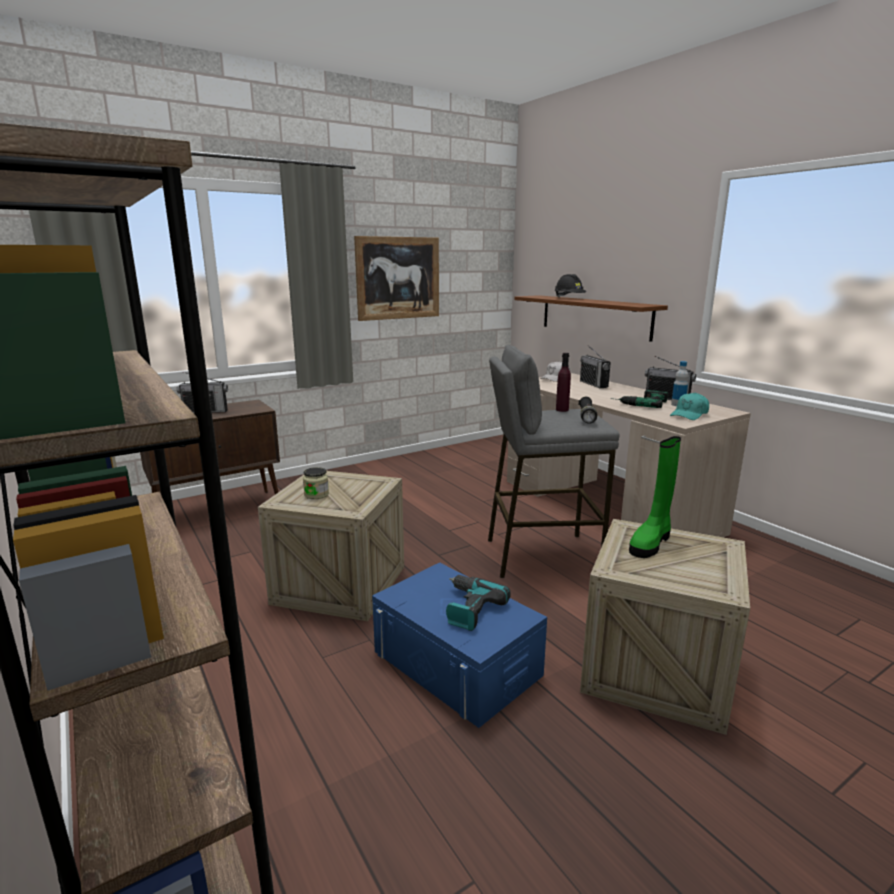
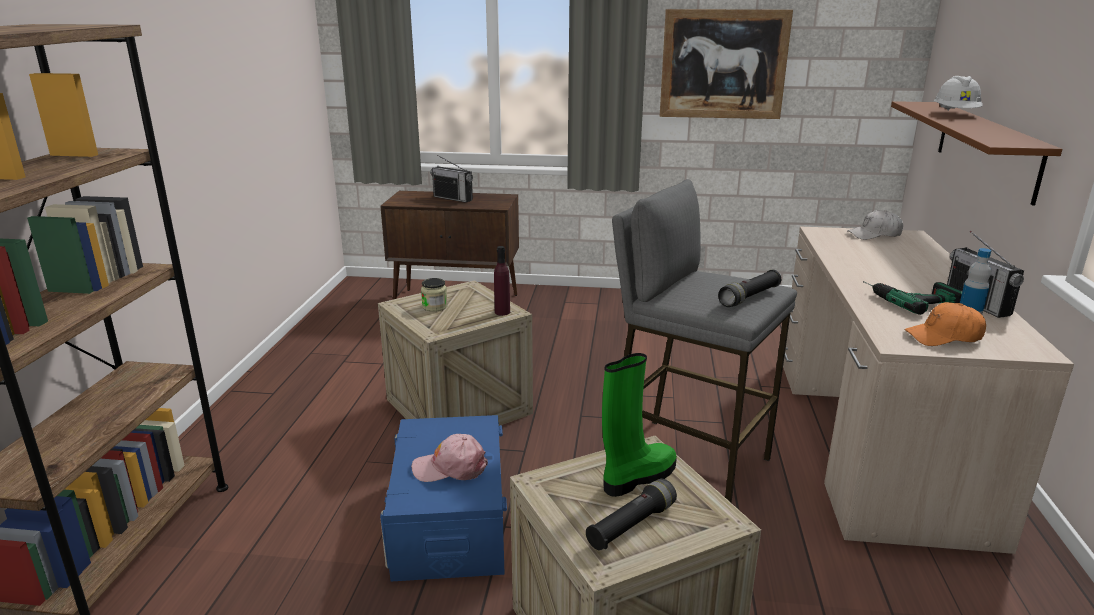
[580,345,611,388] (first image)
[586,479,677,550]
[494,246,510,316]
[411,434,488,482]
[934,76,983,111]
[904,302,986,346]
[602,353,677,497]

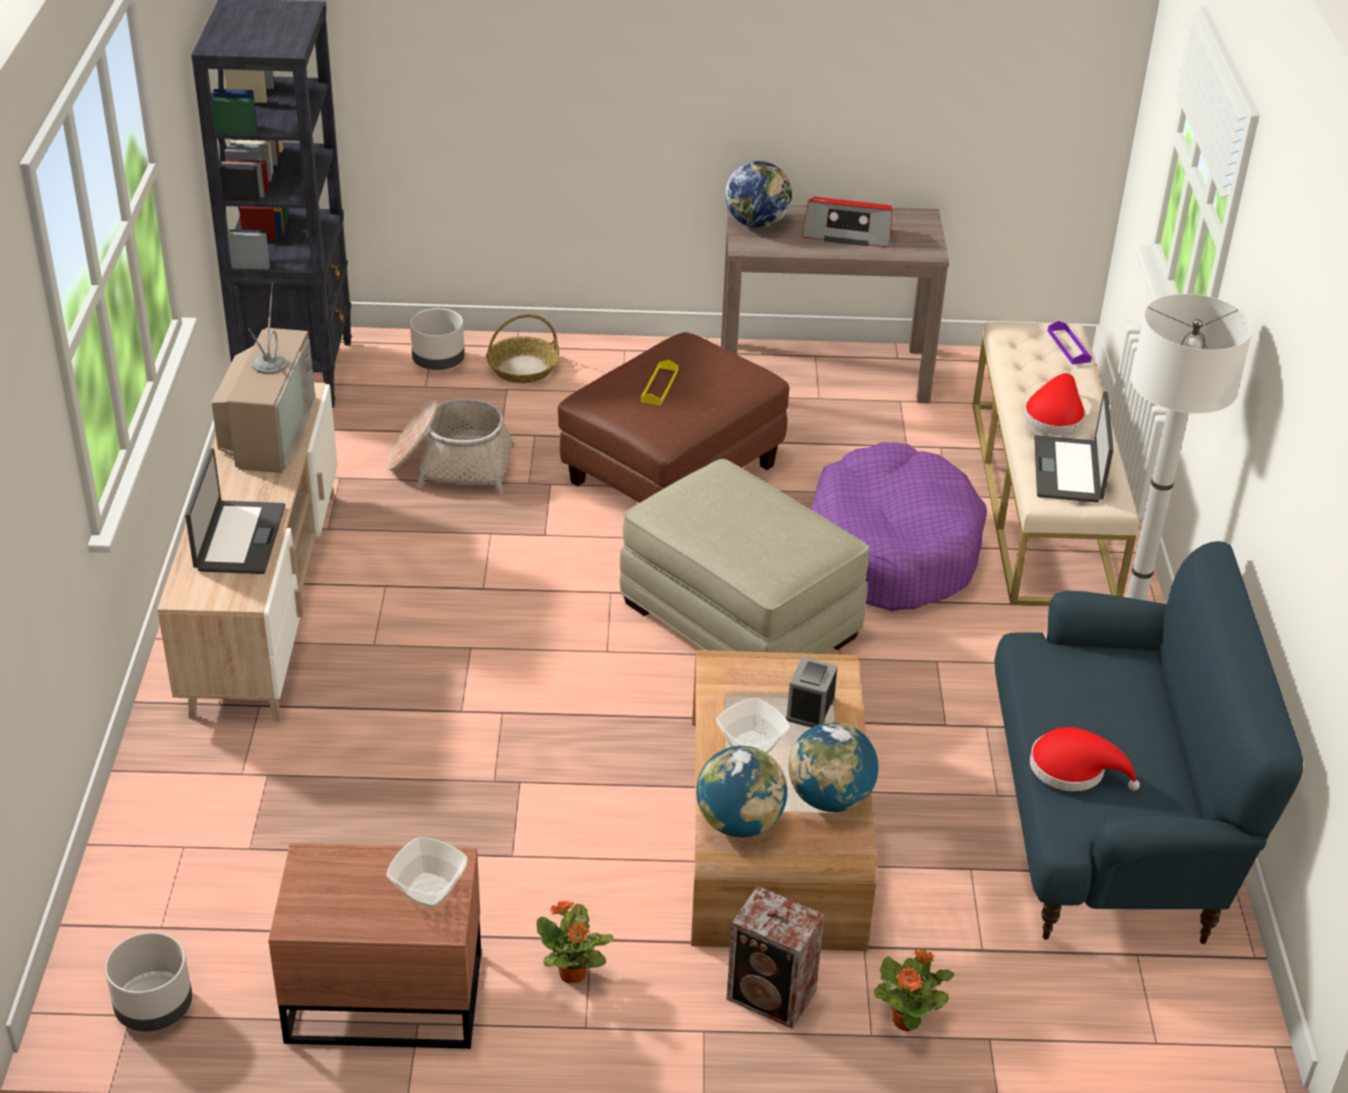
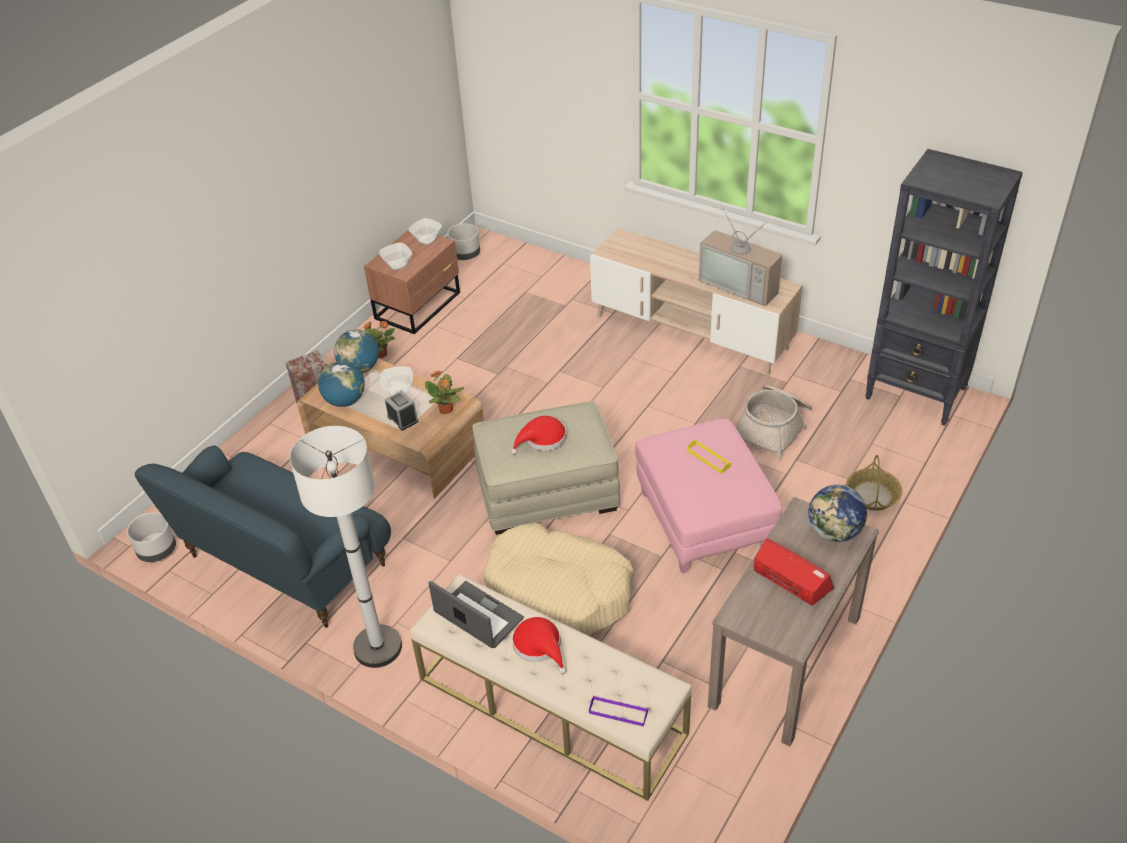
[185,448,285,574] (first image)
[409,218,442,245]
[127,512,176,562]
[425,371,464,414]
[511,416,566,454]
[636,419,783,573]
[483,523,634,636]
[754,538,834,606]

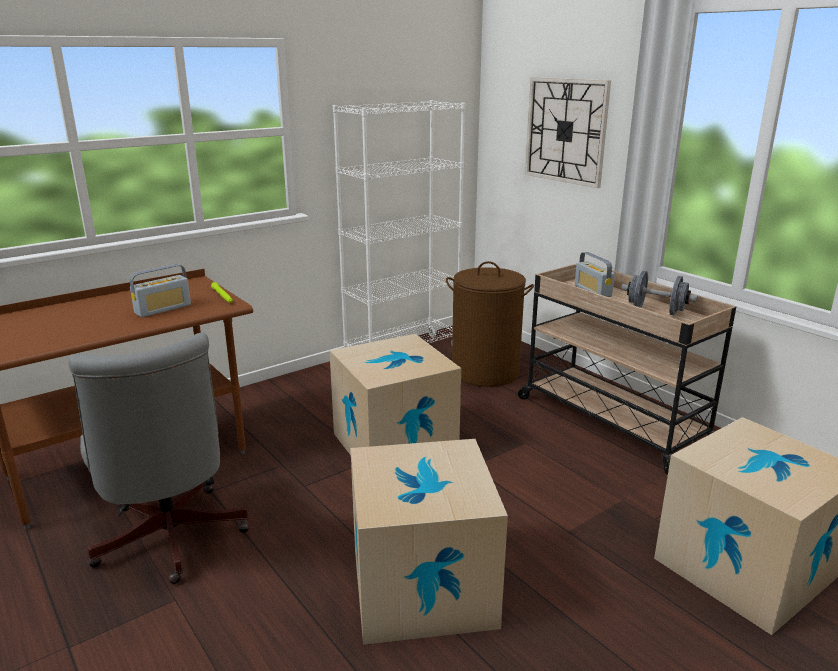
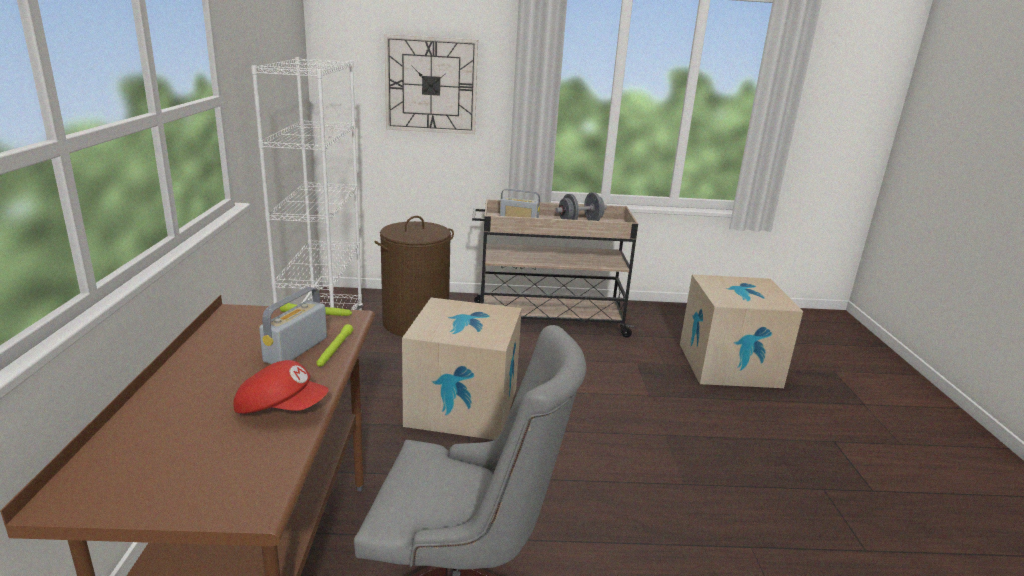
[351,439,508,645] (first image)
[233,360,329,414]
[317,324,353,367]
[259,287,327,364]

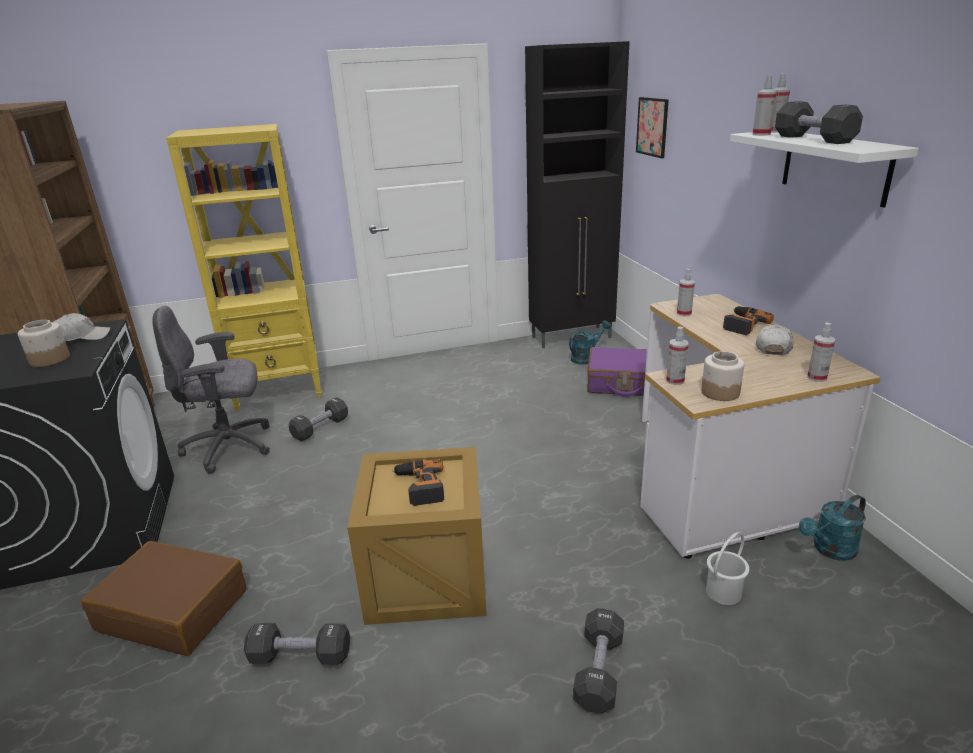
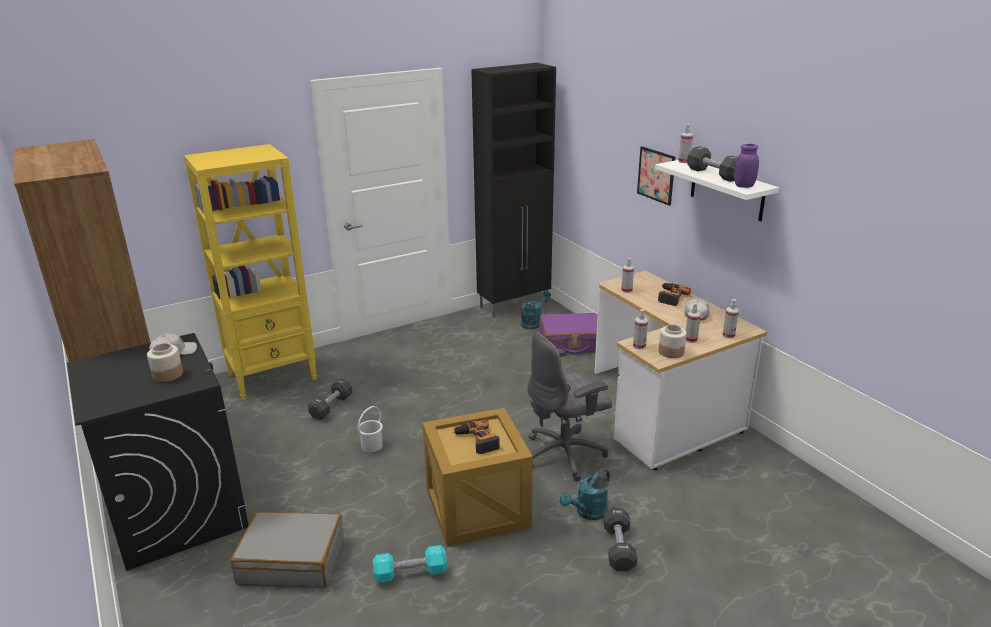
[734,144,759,188]
[527,333,612,481]
[637,146,675,206]
[358,406,383,452]
[686,303,701,343]
[559,468,610,520]
[231,512,344,588]
[373,545,447,583]

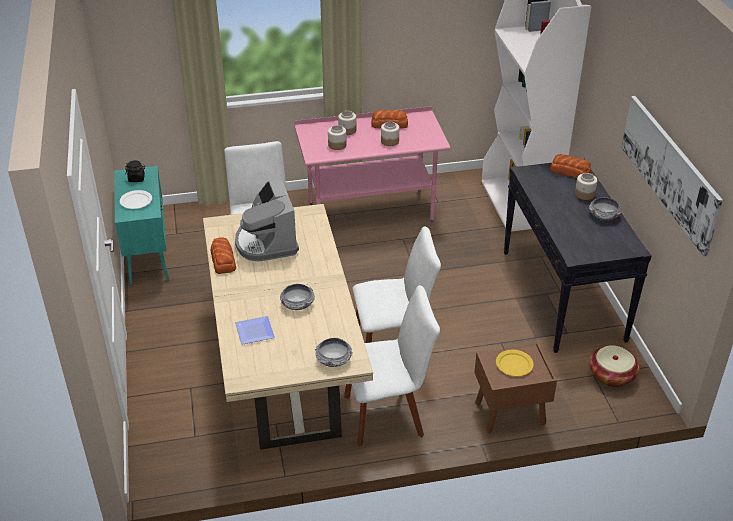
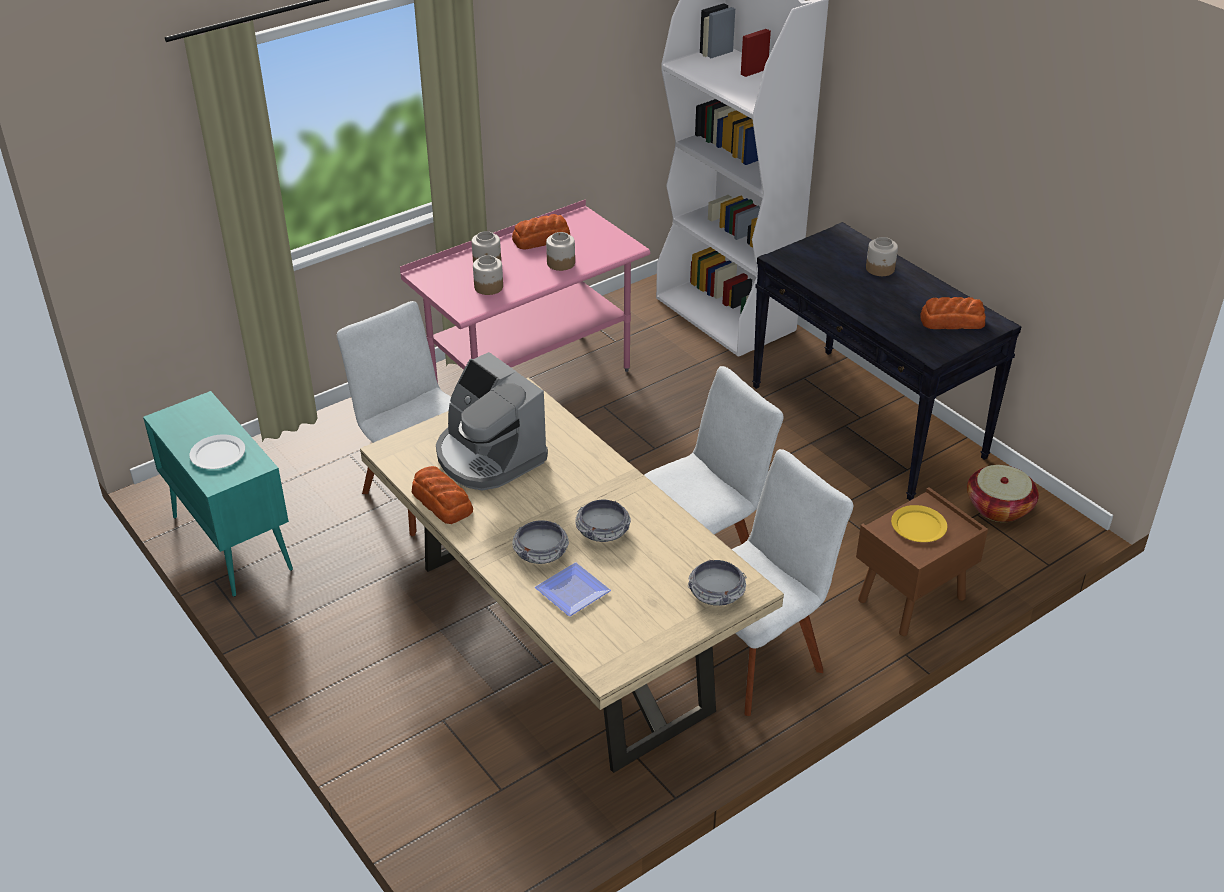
[125,160,145,182] (first image)
[621,96,723,256] (first image)
[920,297,986,329]
[512,520,569,564]

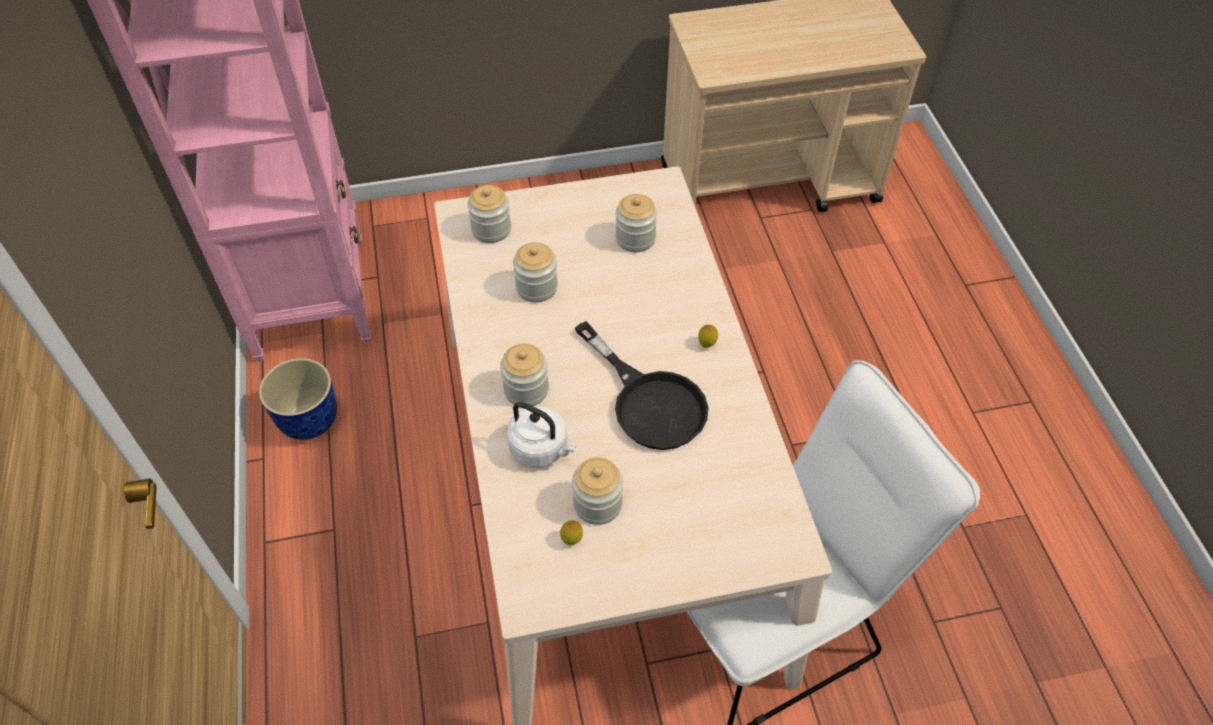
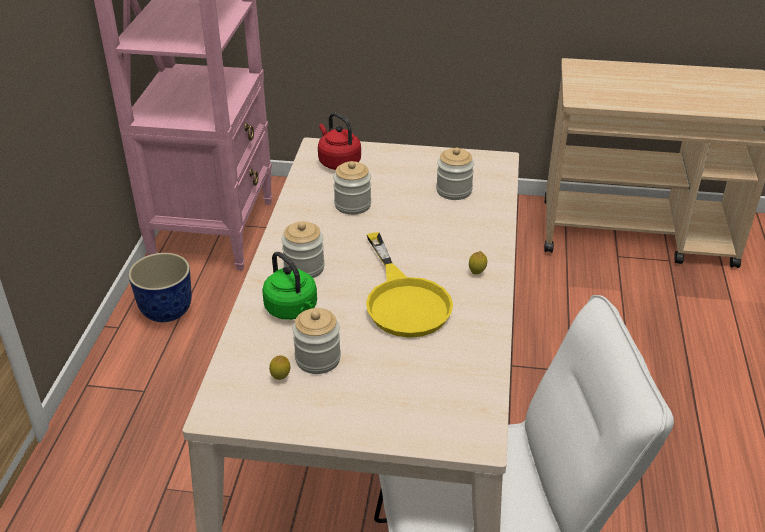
[318,113,361,170]
[262,252,317,320]
[366,232,453,338]

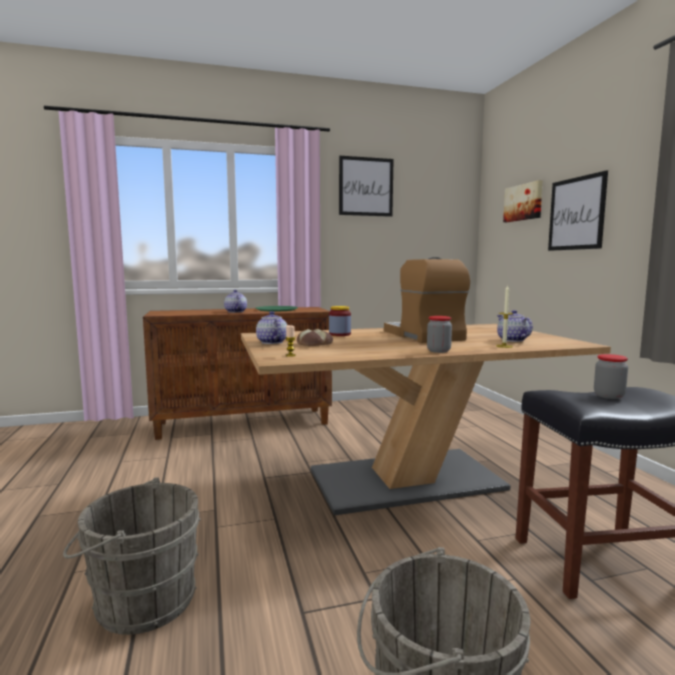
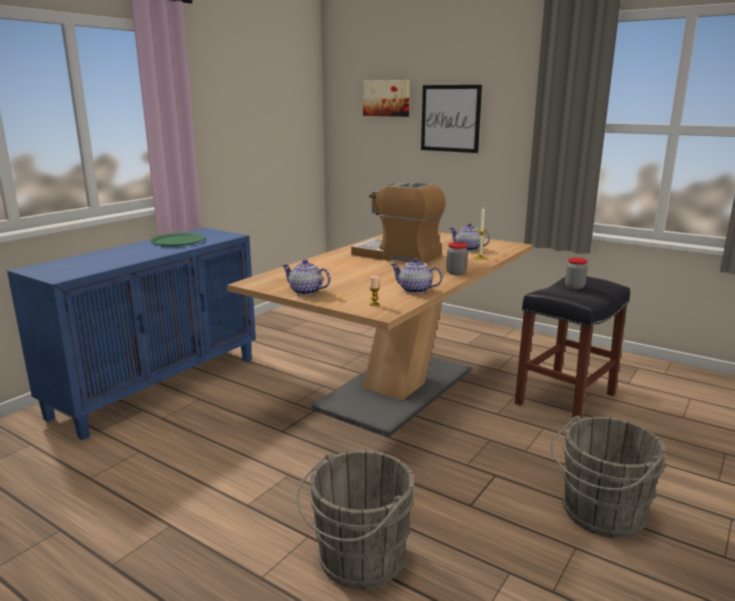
[297,329,333,346] (first image)
[329,306,351,336] (first image)
[339,156,394,217] (first image)
[391,258,443,294]
[7,228,256,440]

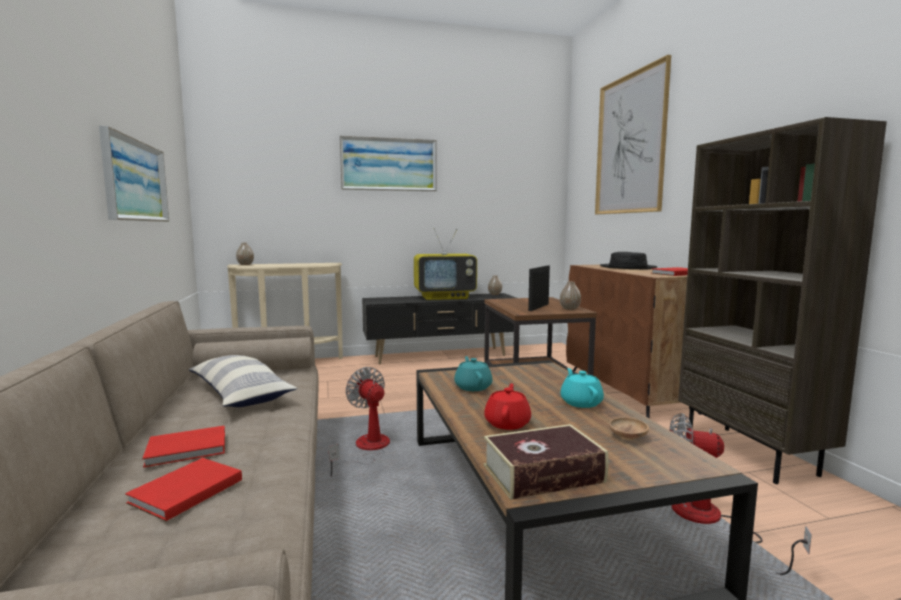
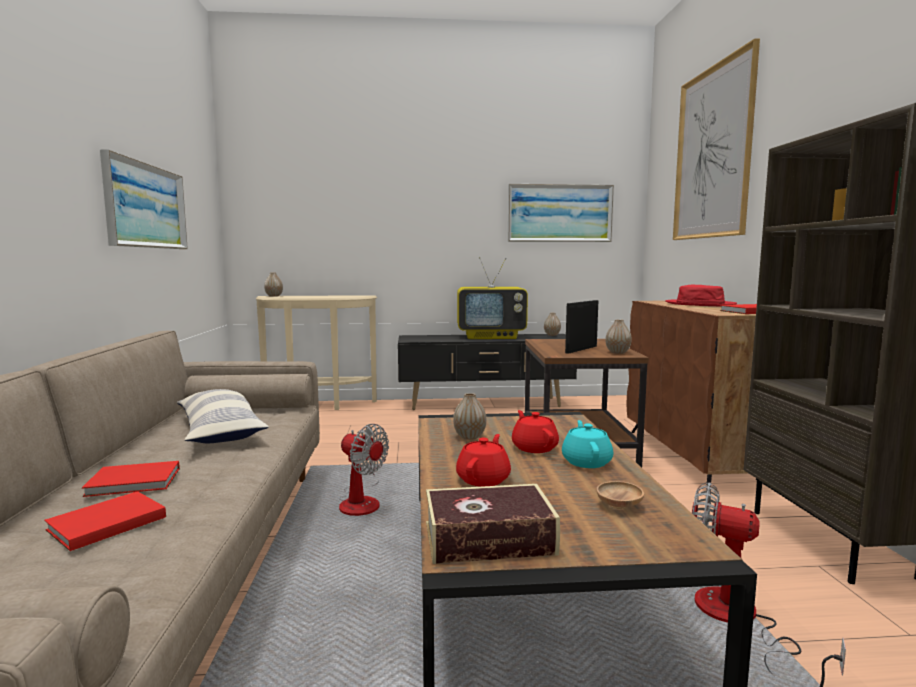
[512,410,559,453]
[508,184,614,242]
[453,393,487,440]
[665,285,737,306]
[339,424,389,516]

